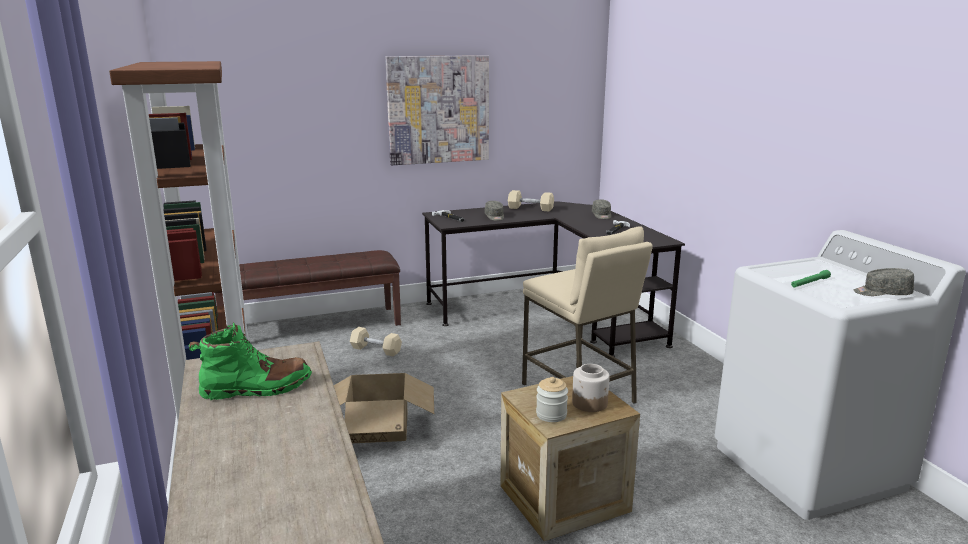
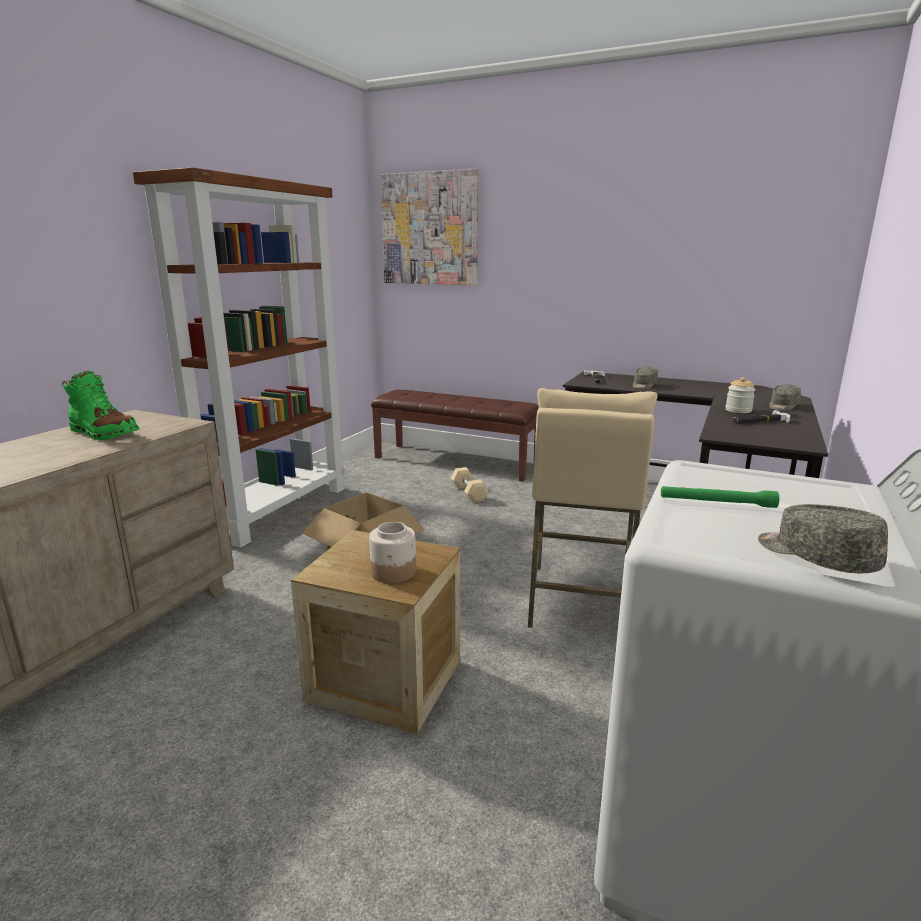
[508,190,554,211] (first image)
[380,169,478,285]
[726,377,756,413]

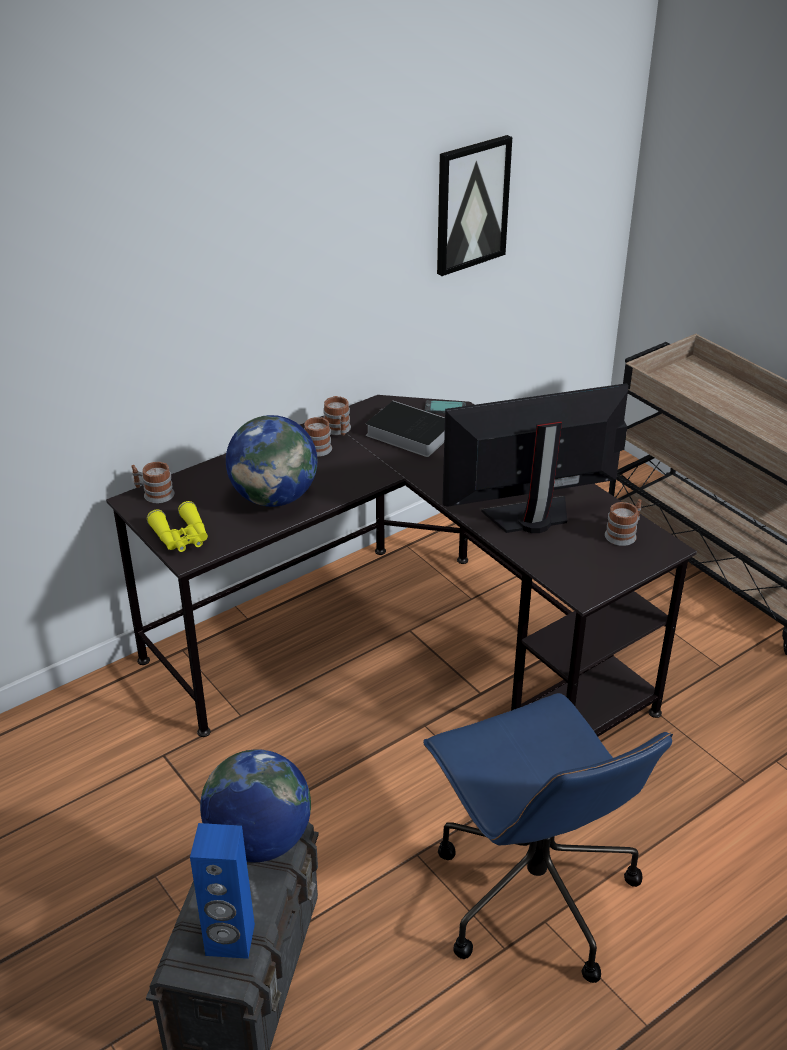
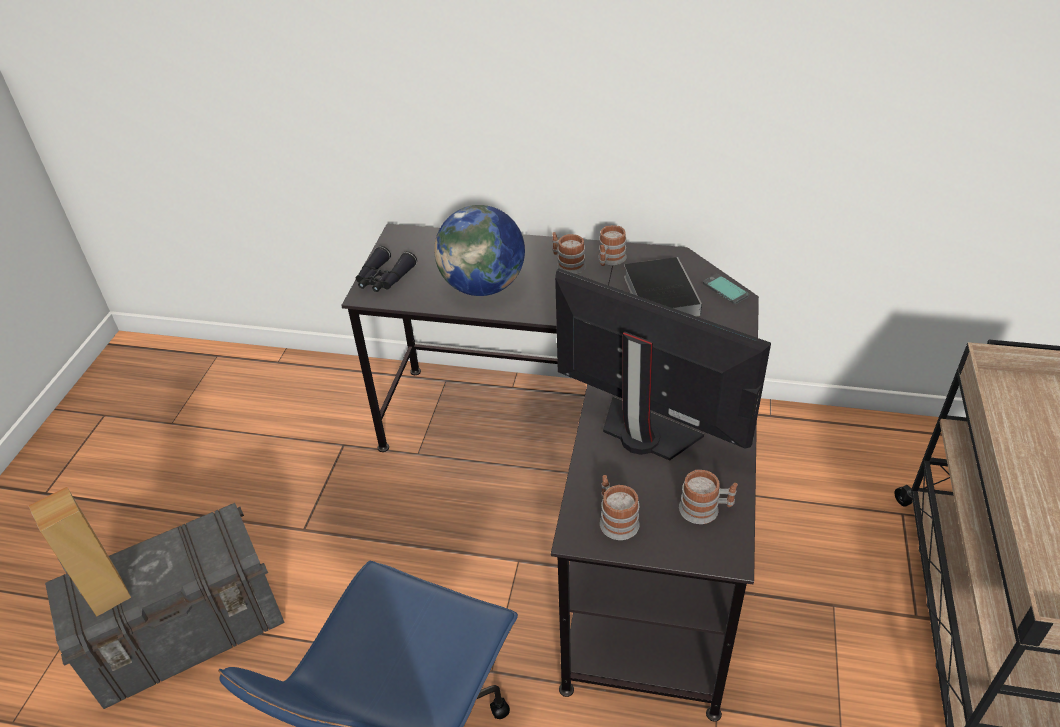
[200,749,311,862] (first image)
[437,135,512,276] (first image)
[600,475,639,540]
[356,246,417,292]
[29,487,131,617]

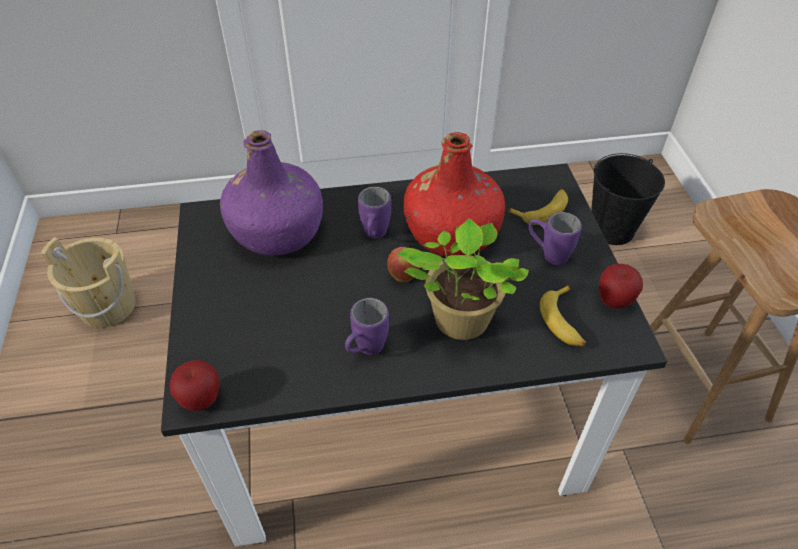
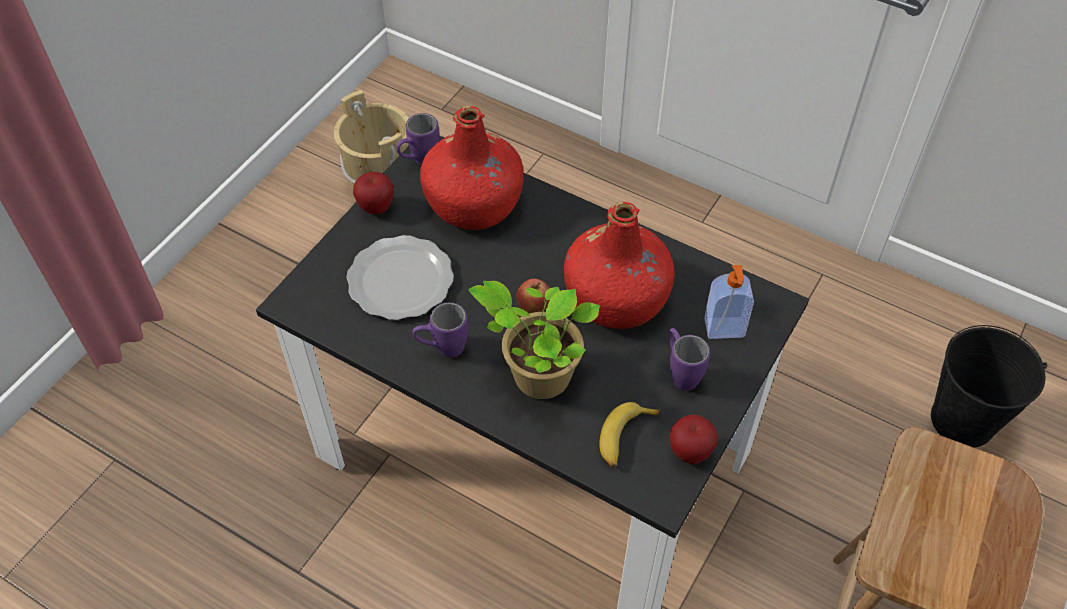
[346,235,454,320]
[353,172,394,214]
[396,113,440,165]
[704,265,754,339]
[420,106,524,230]

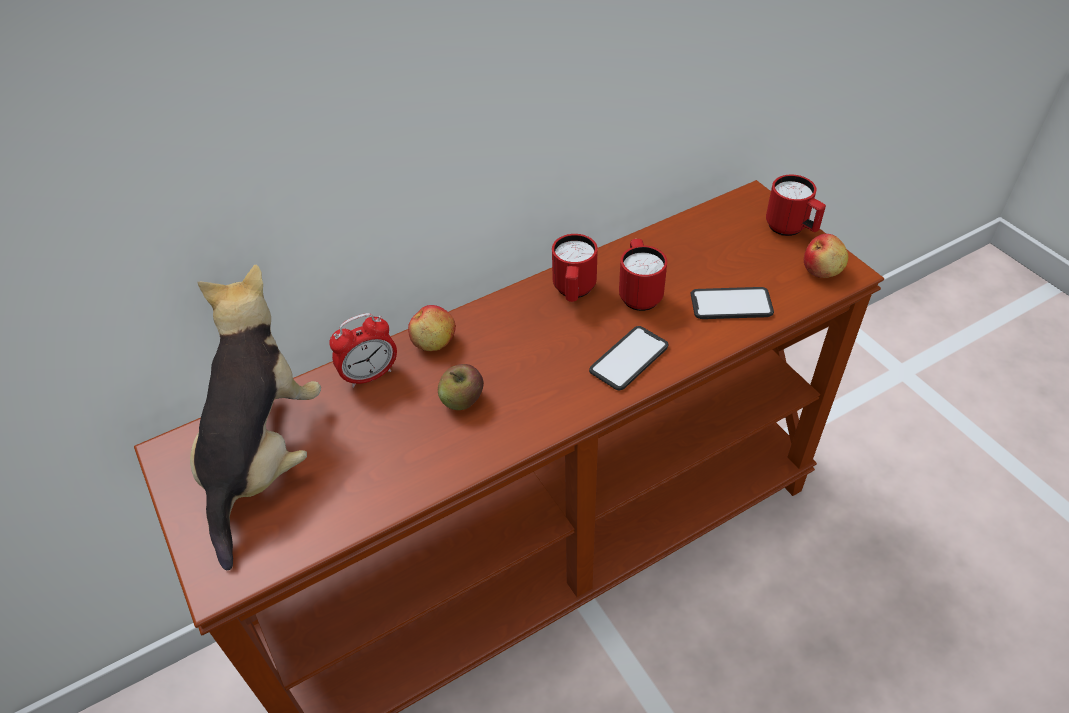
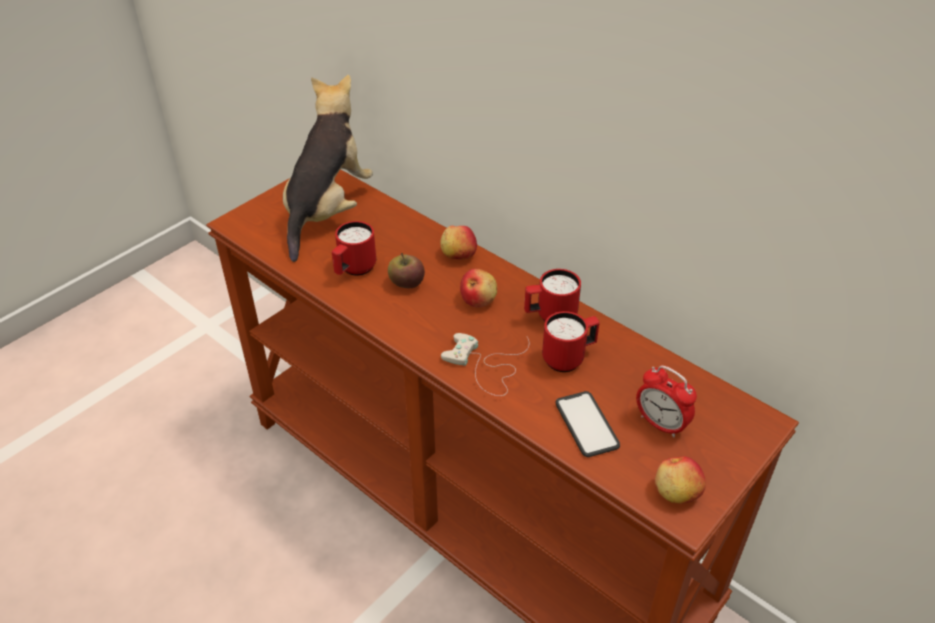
[460,269,497,308]
[636,365,697,437]
[332,221,376,276]
[441,333,529,396]
[283,75,373,262]

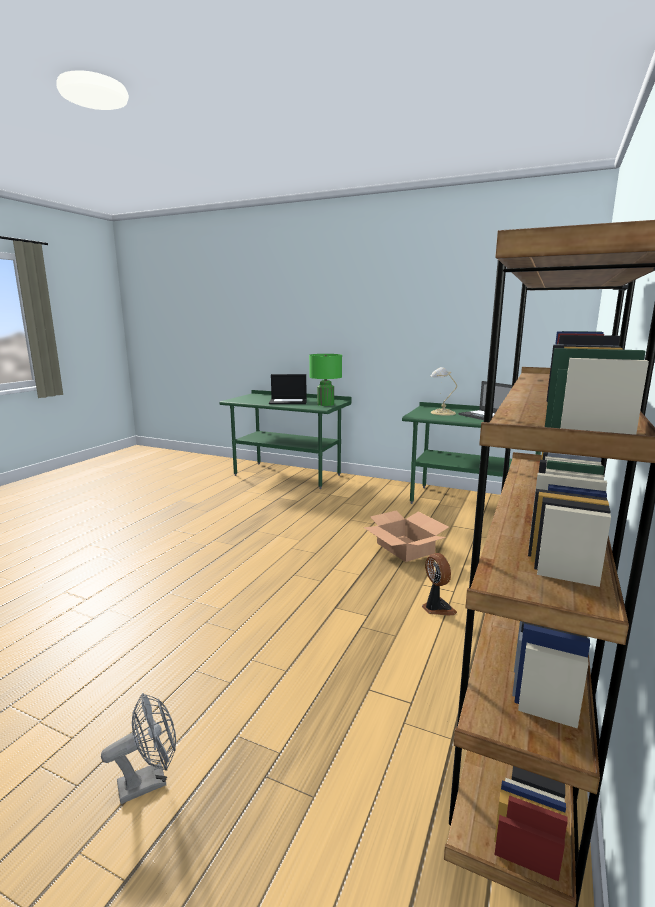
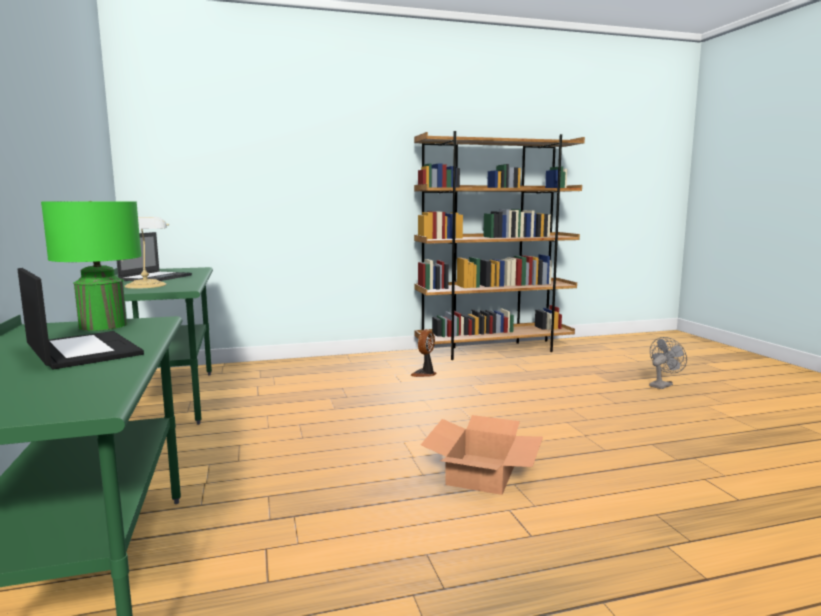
[421,415,543,495]
[649,337,687,389]

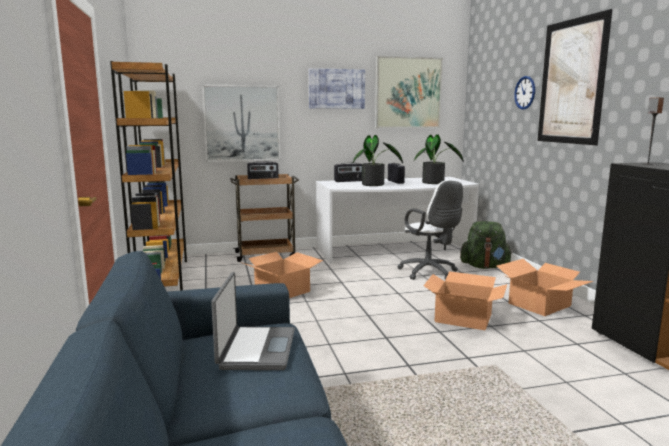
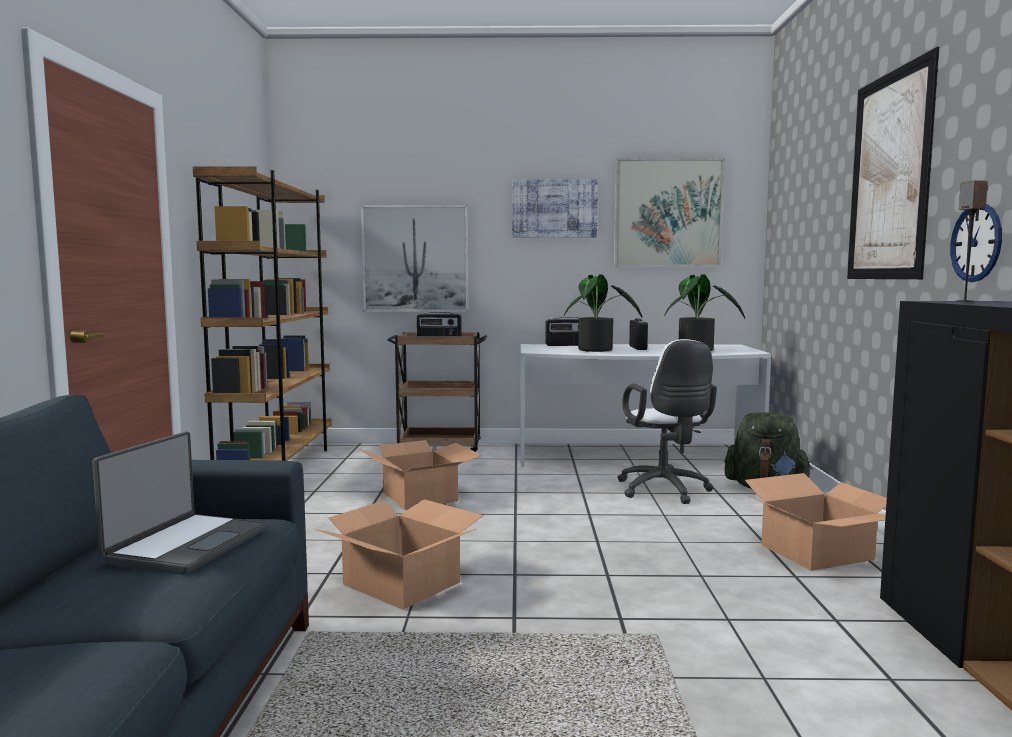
[312,499,484,610]
[950,204,1002,282]

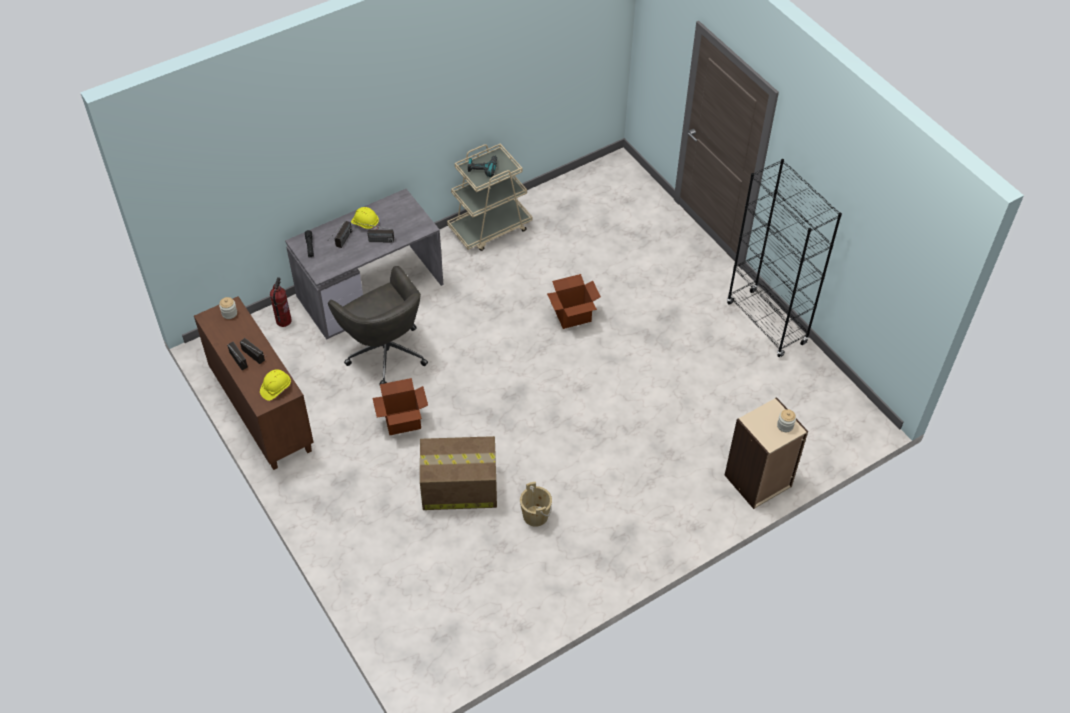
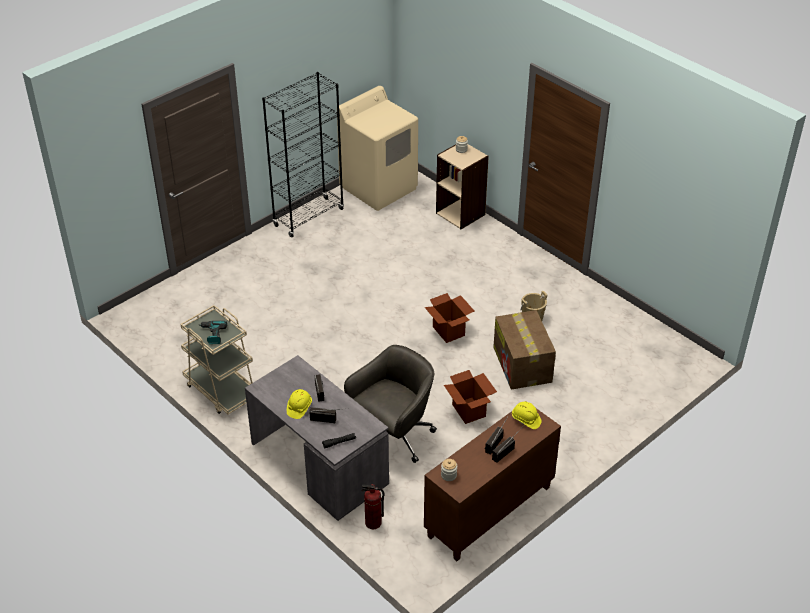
[337,86,418,211]
[424,293,474,343]

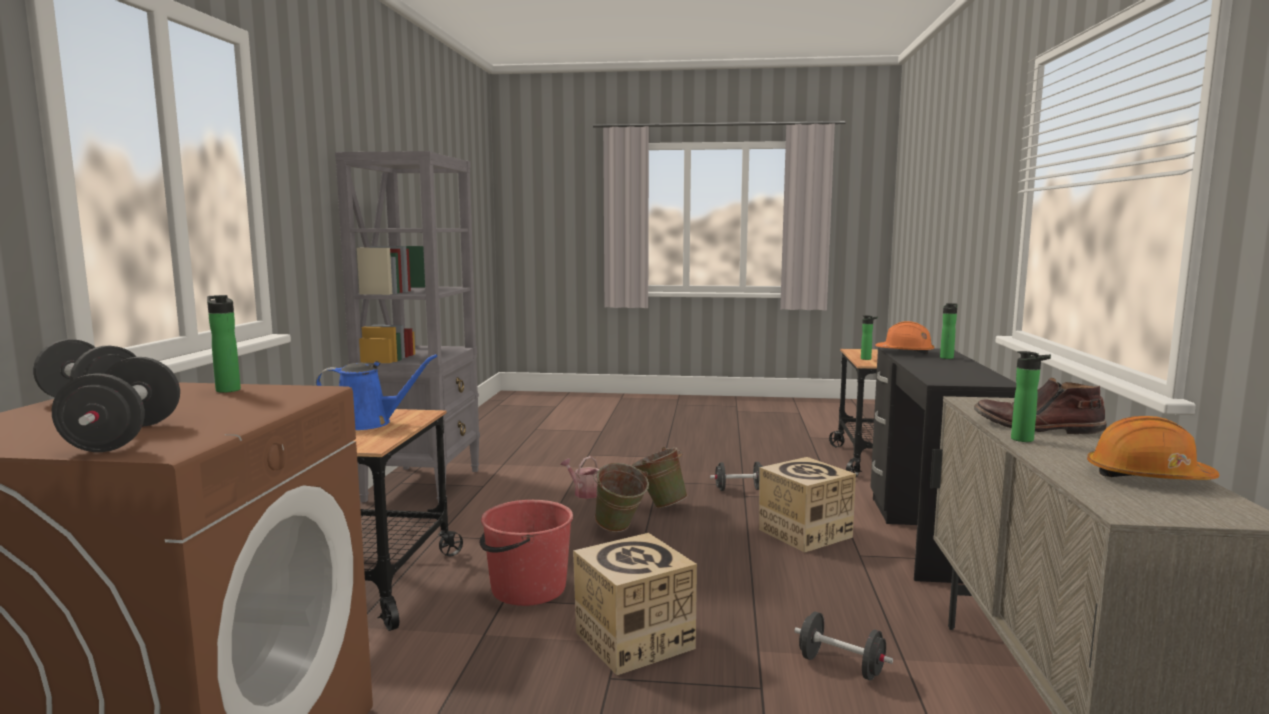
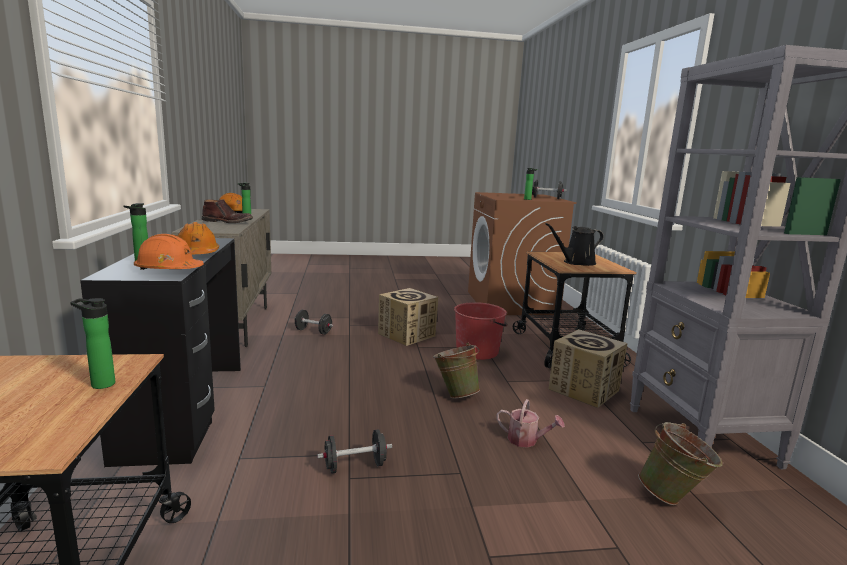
[52,357,180,452] (first image)
[177,222,219,254]
[638,422,723,505]
[549,329,628,408]
[545,223,604,266]

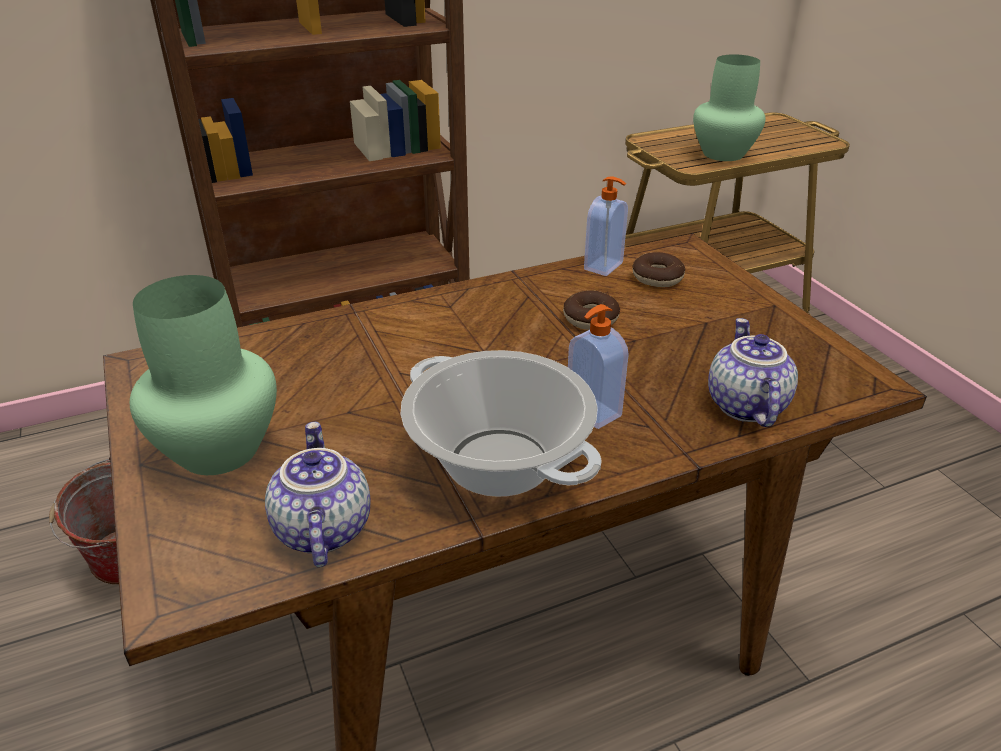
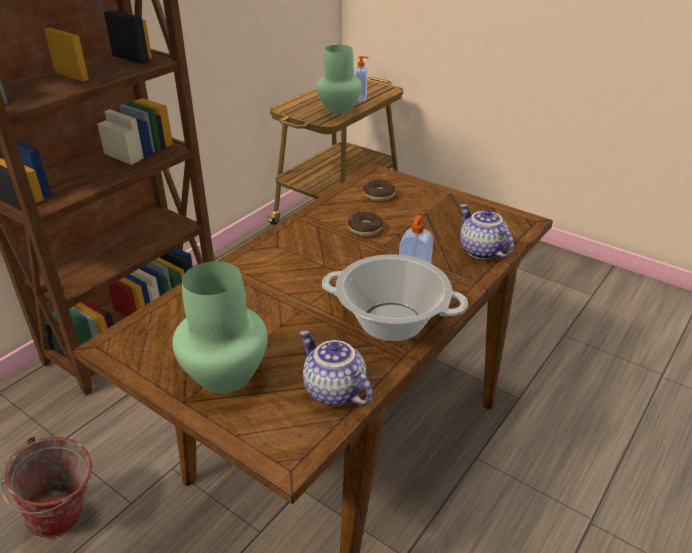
[355,56,368,102]

